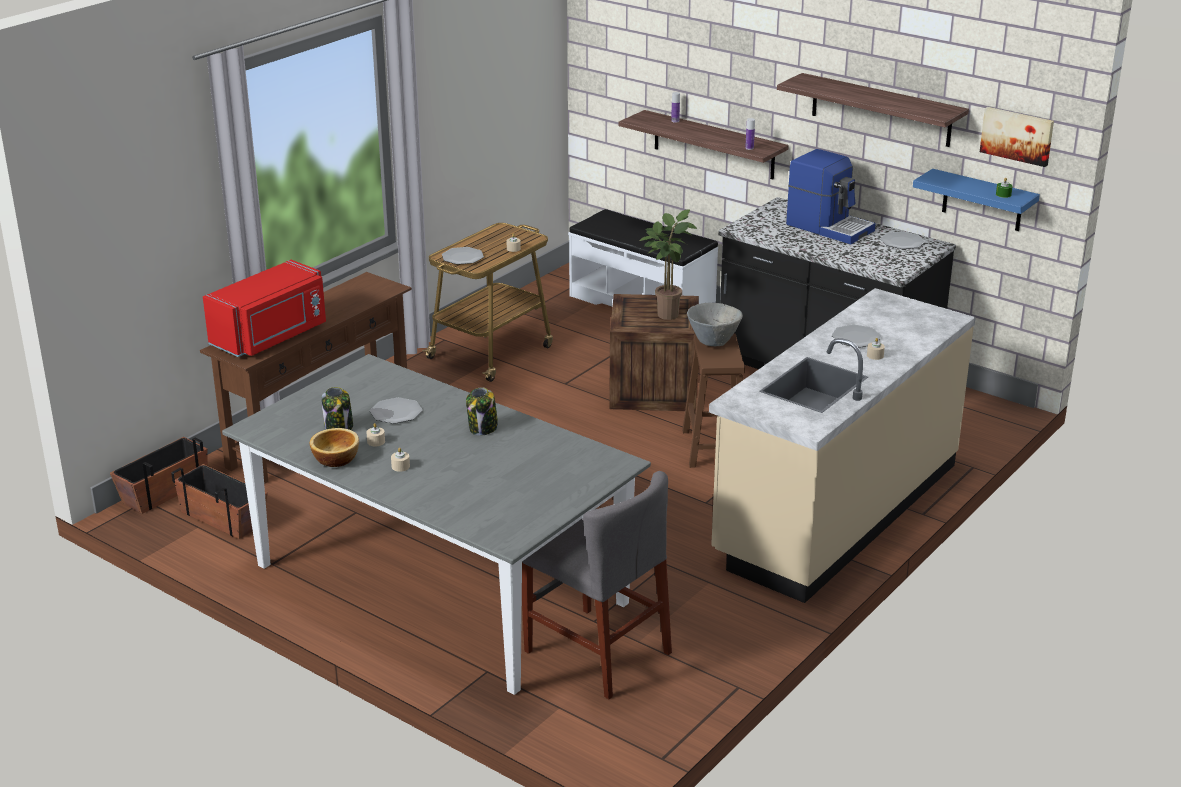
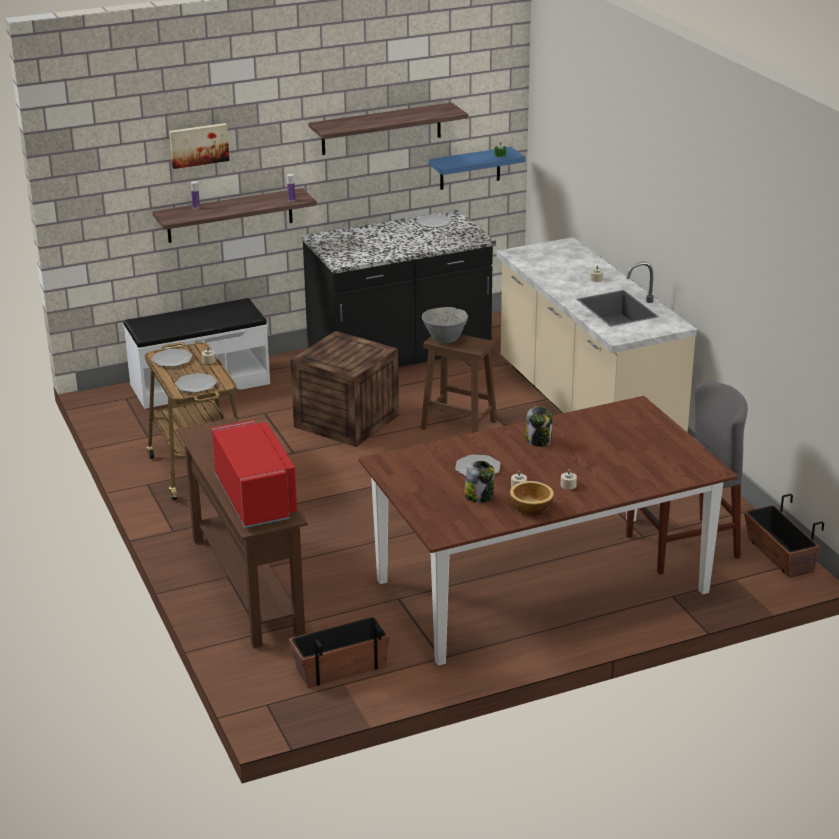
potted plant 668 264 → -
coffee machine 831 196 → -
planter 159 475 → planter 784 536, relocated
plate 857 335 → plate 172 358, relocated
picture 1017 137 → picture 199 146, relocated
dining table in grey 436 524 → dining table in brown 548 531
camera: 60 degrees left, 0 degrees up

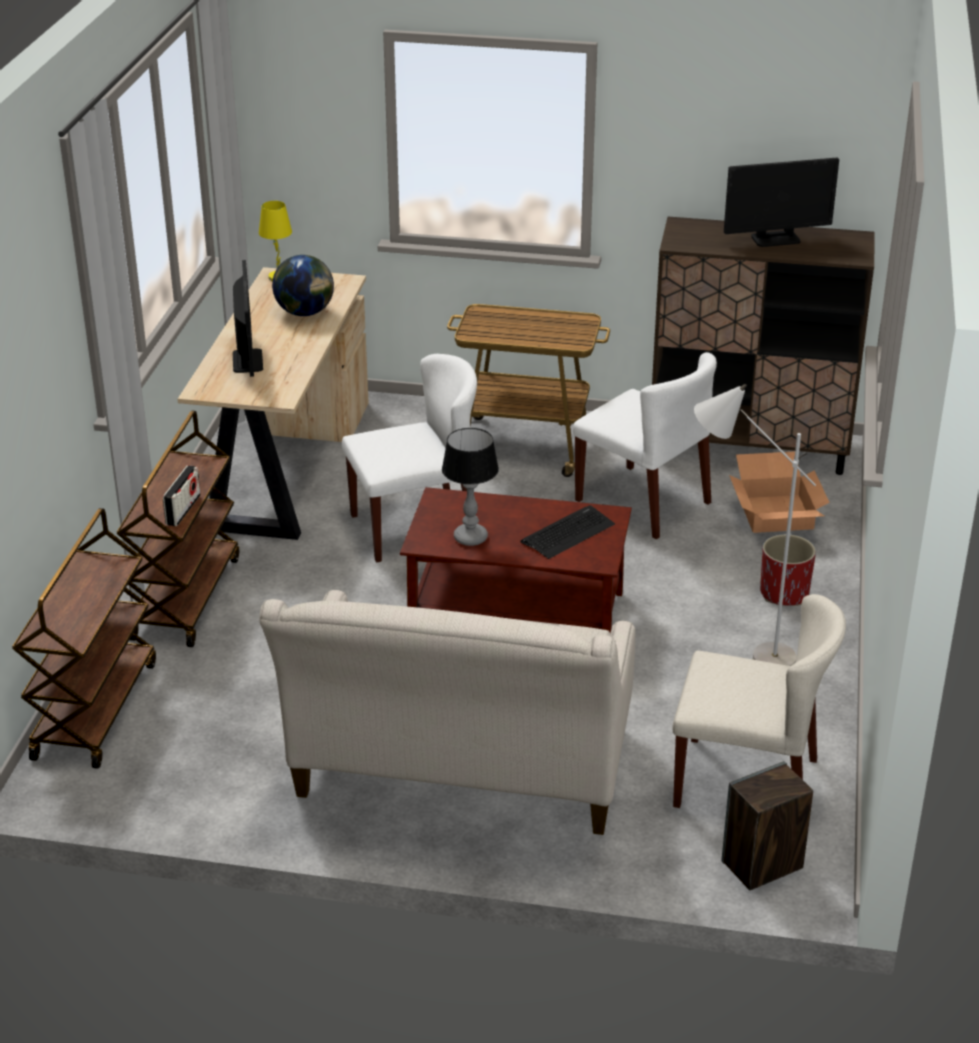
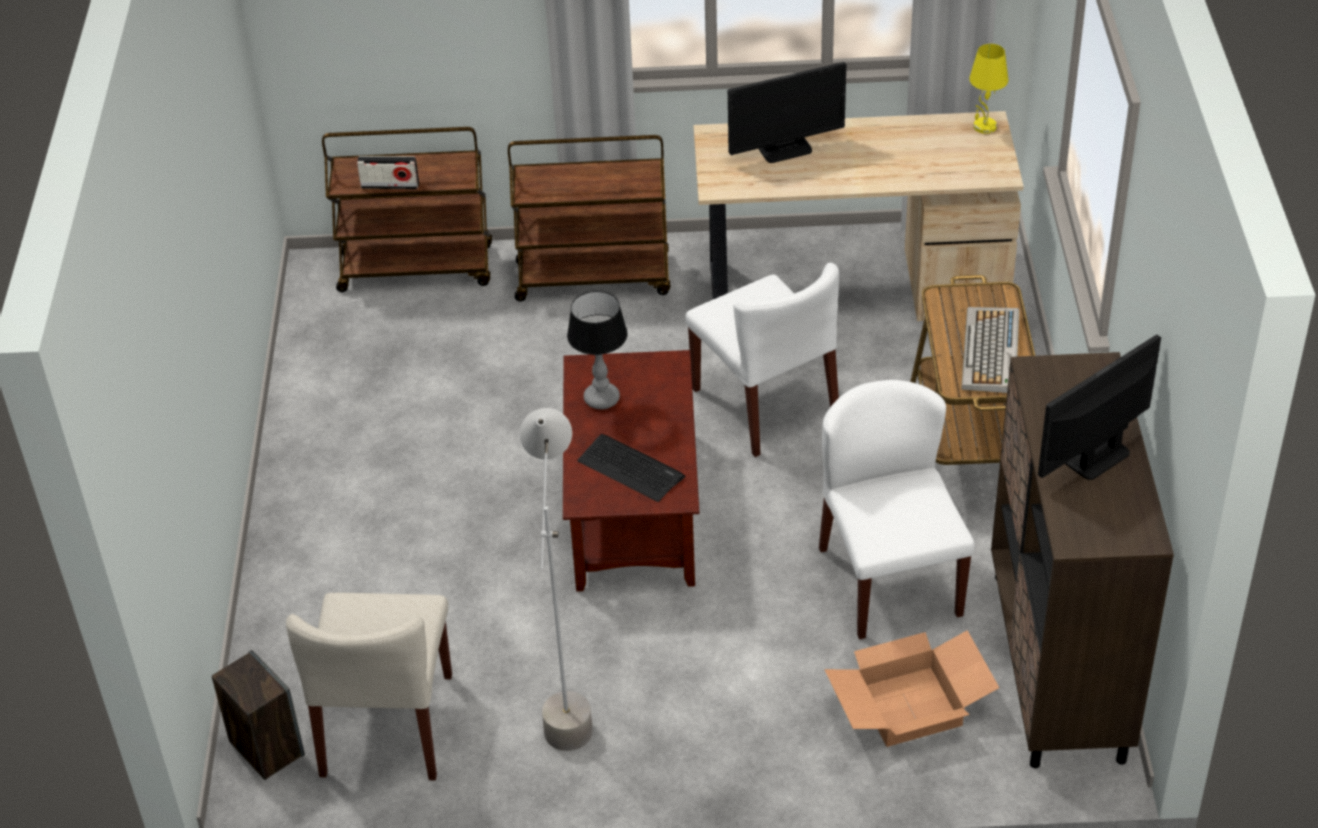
sofa in beige 447 712 → -
globe 303 285 → -
planter in red 788 570 → -
- → keyboard 990 350
radio 181 495 → radio 388 172, relocated
chair in white 645 446 → chair in white 897 509, 135 degrees clockwise
monitor 781 202 → monitor 1099 407, 75 degrees clockwise
camera: 80 degrees right, 10 degrees up

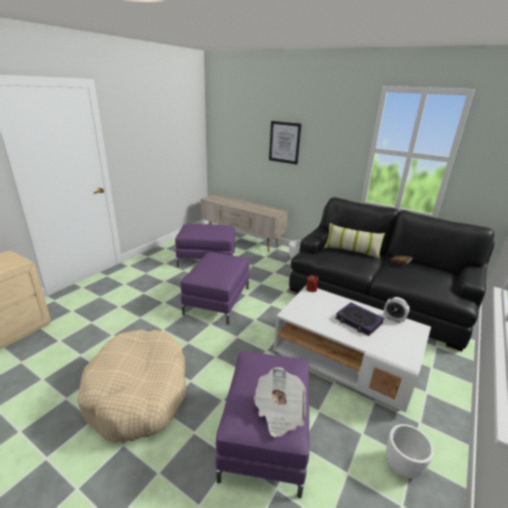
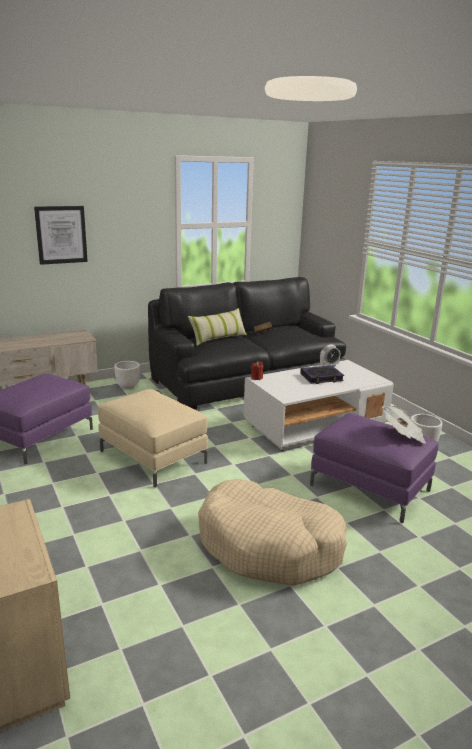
ottoman in purple 214 288 → ottoman in beige 153 438
camera: 60 degrees left, 5 degrees down

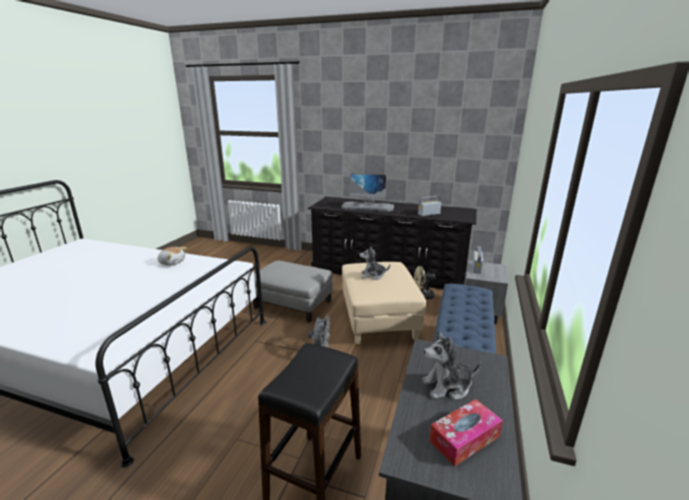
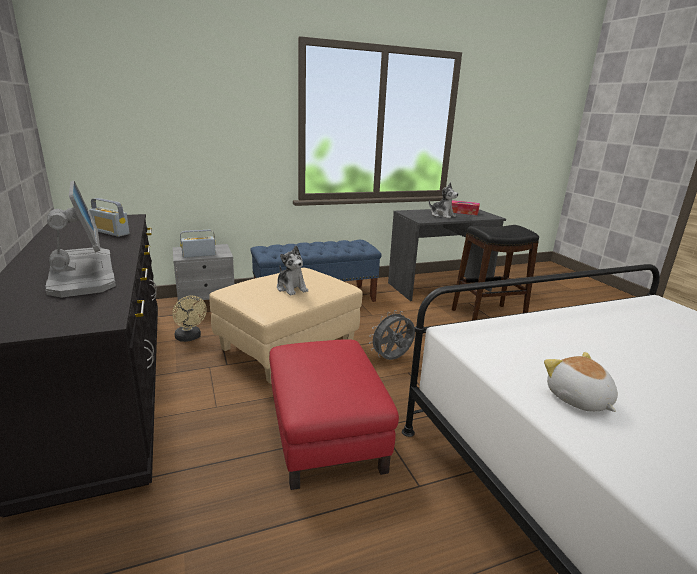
ottoman in grey 293 291 → ottoman in red 334 414
camera: 130 degrees left, 0 degrees up

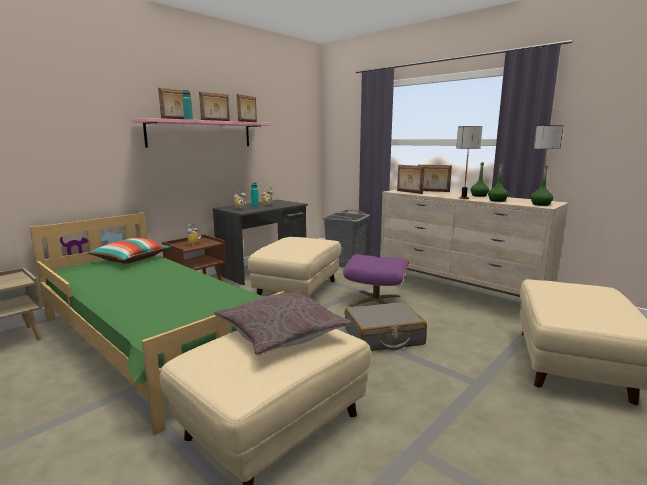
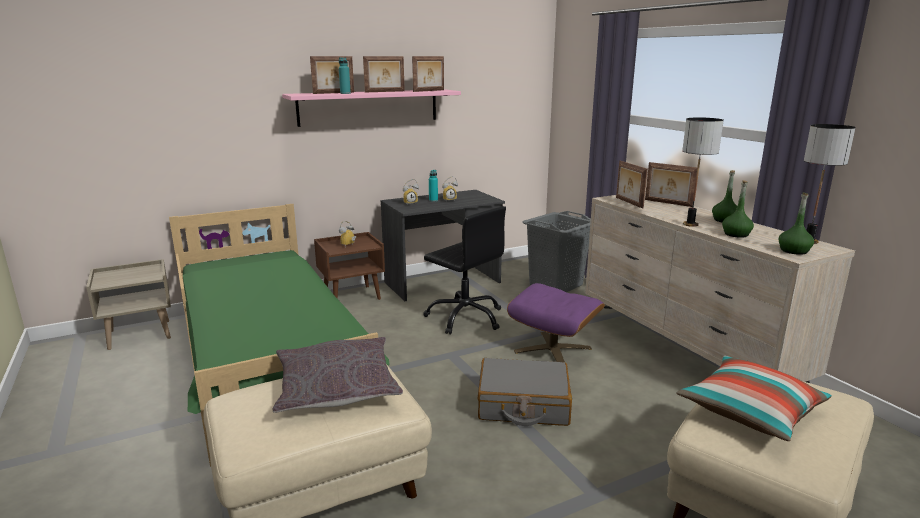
pillow 129 251 → pillow 754 398, relocated
ottoman in beige 294 267 → office chair in black 464 270
camera: 20 degrees right, 5 degrees up

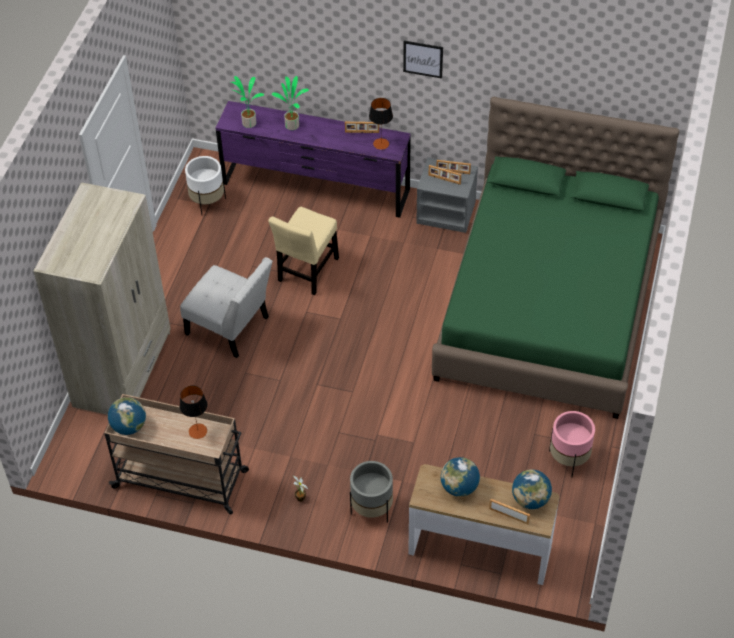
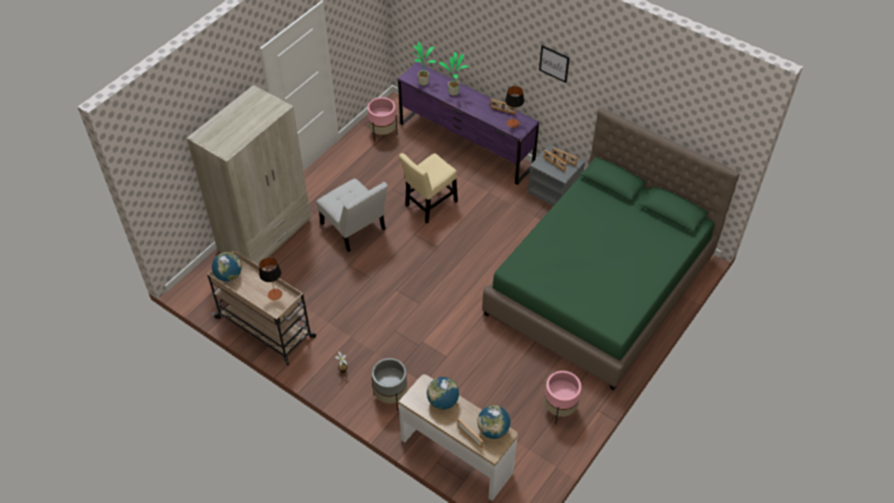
planter in white 205 185 → planter in pink 382 119
camera: 20 degrees right, 0 degrees up

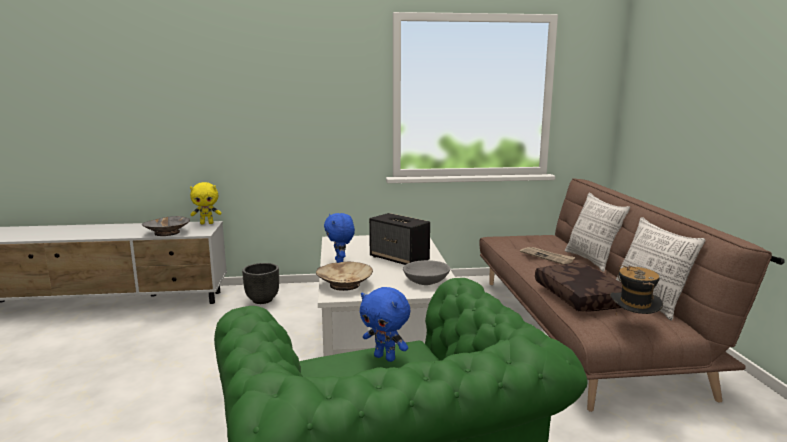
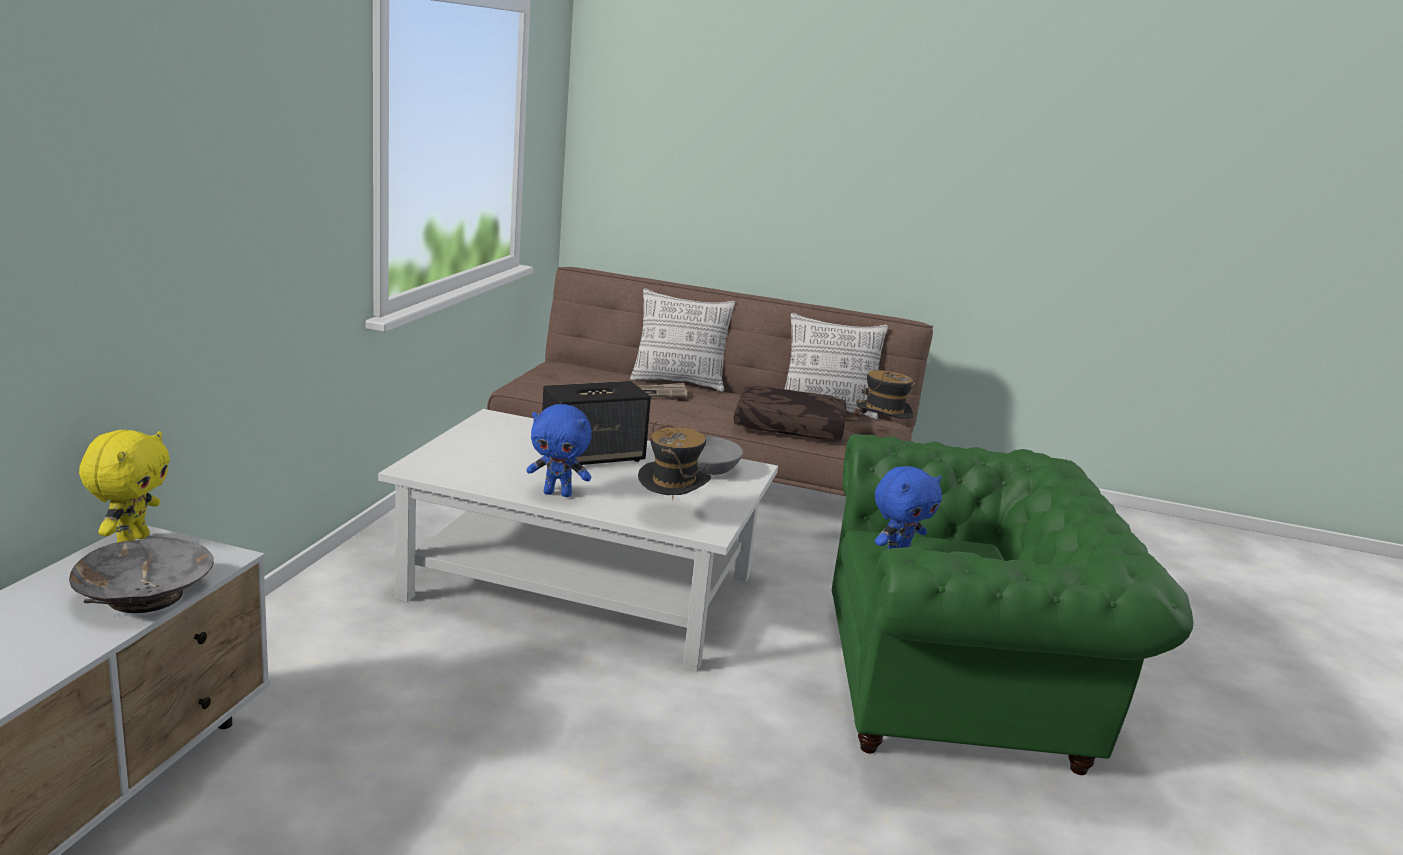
planter in black 260 283 → -
bowl in beige 344 276 → hat 674 460
camera: 70 degrees left, 5 degrees up

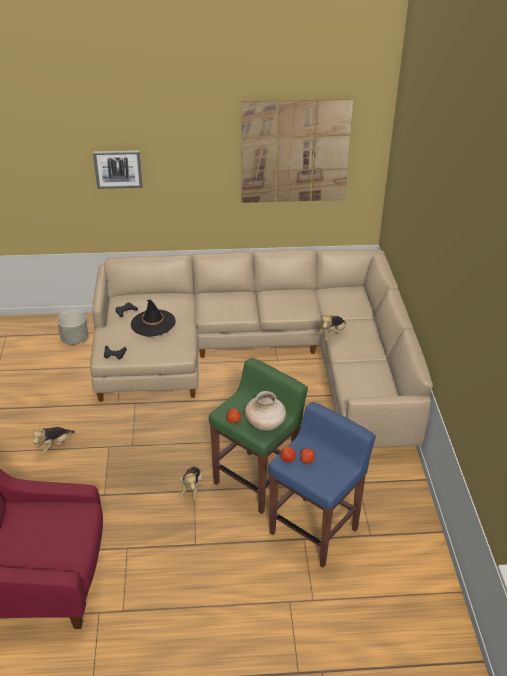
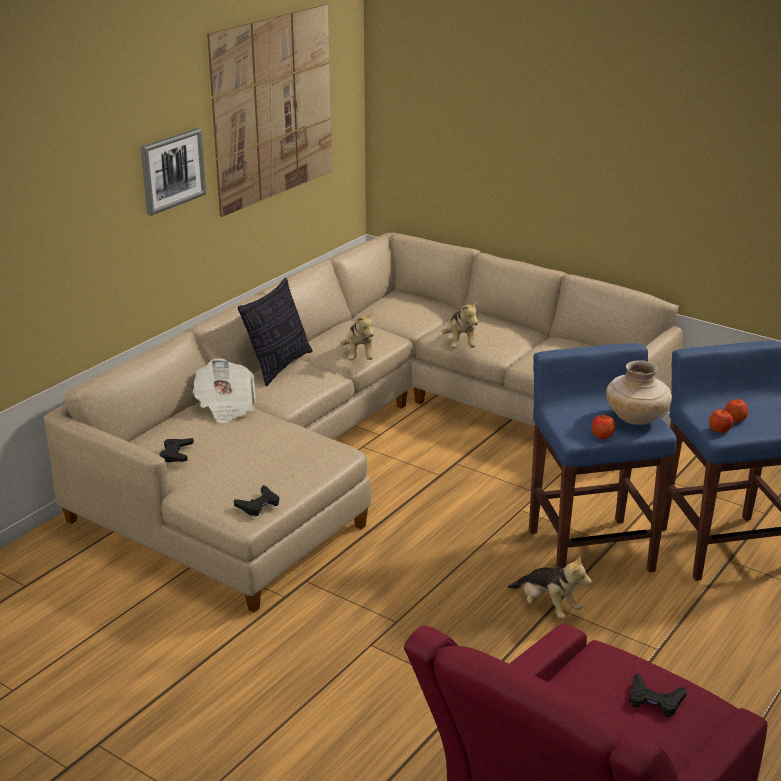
planter in grey 72 328 → -
hat in black 153 318 → -
- → newspaper 224 390
- → pillow 275 332
- → game controller in black 658 695
plush toy 52 441 → plush toy 357 335, relocated
picture 117 169 → picture 173 172, relocated
stool in green 258 436 → stool in blue 603 457
camera: 50 degrees left, 10 degrees down

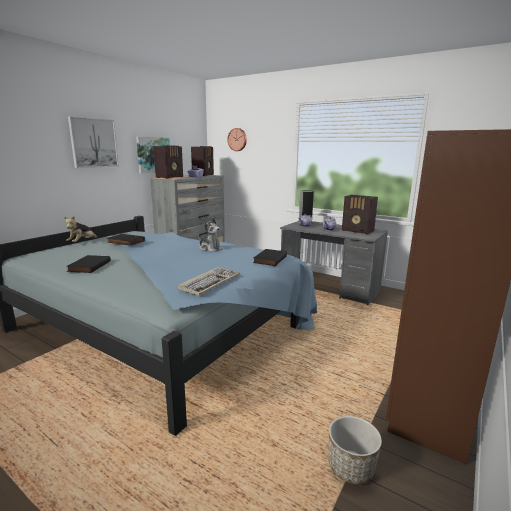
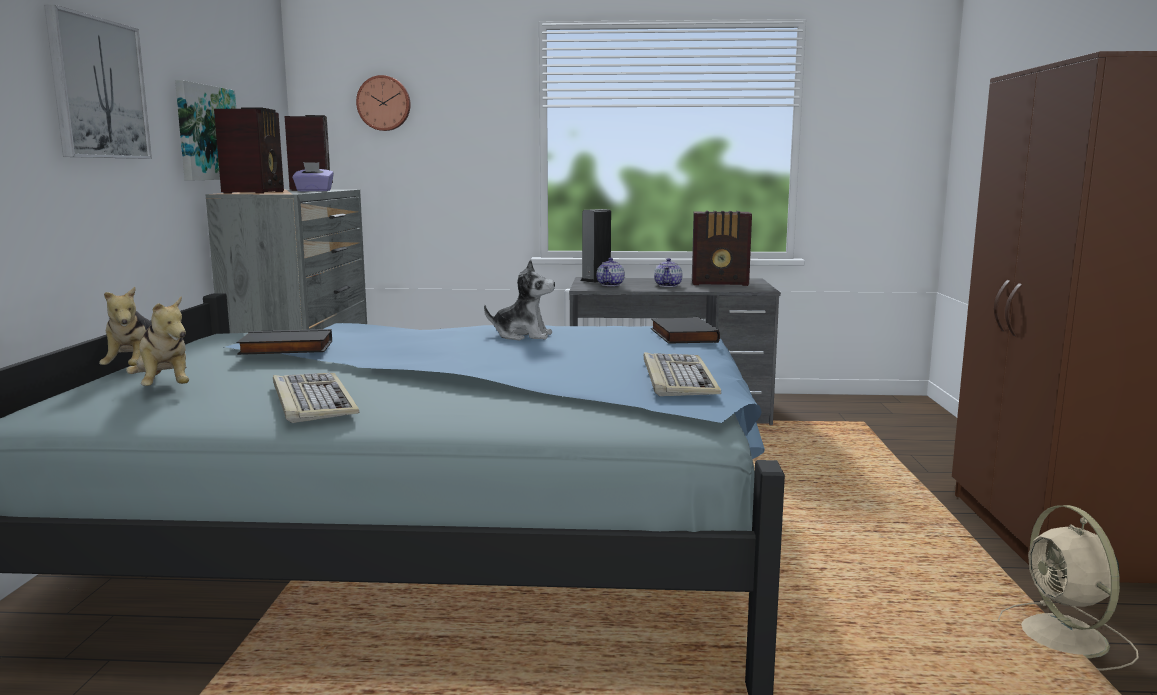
- → plush toy 157 341
book in black 88 264 → keyboard 316 398
planter 355 450 → fan in beige 1068 587
camera: 30 degrees left, 5 degrees down

